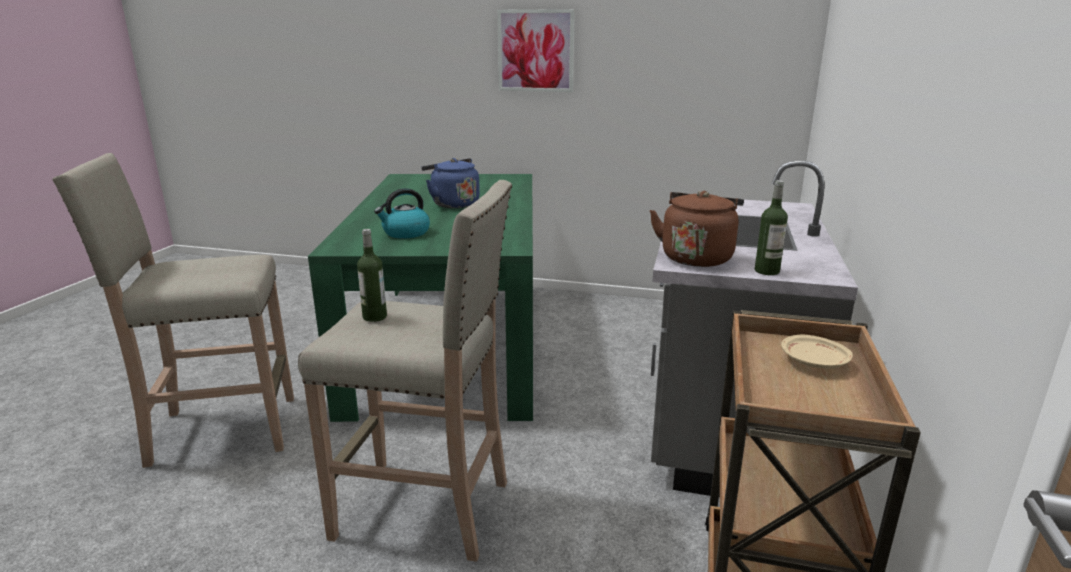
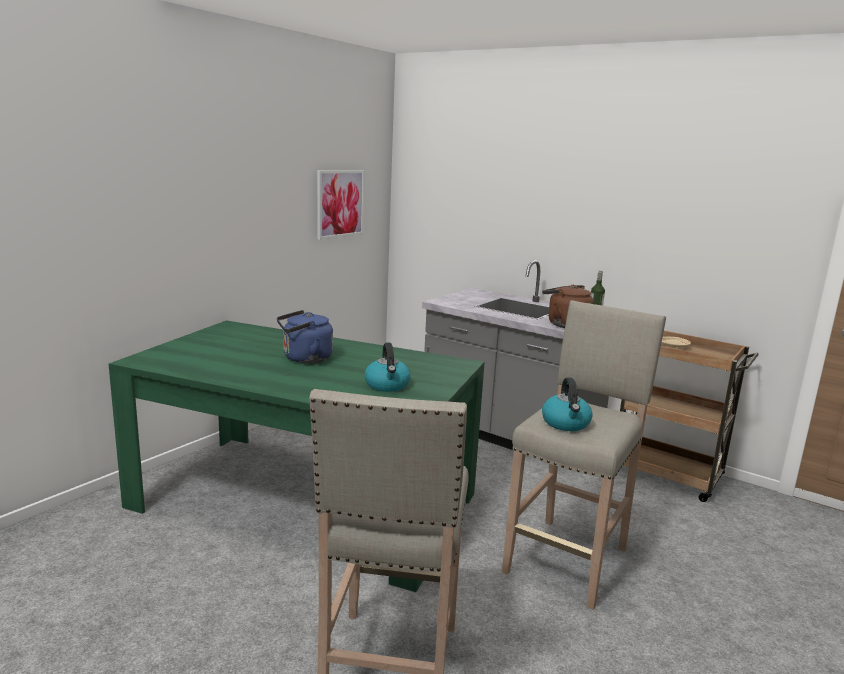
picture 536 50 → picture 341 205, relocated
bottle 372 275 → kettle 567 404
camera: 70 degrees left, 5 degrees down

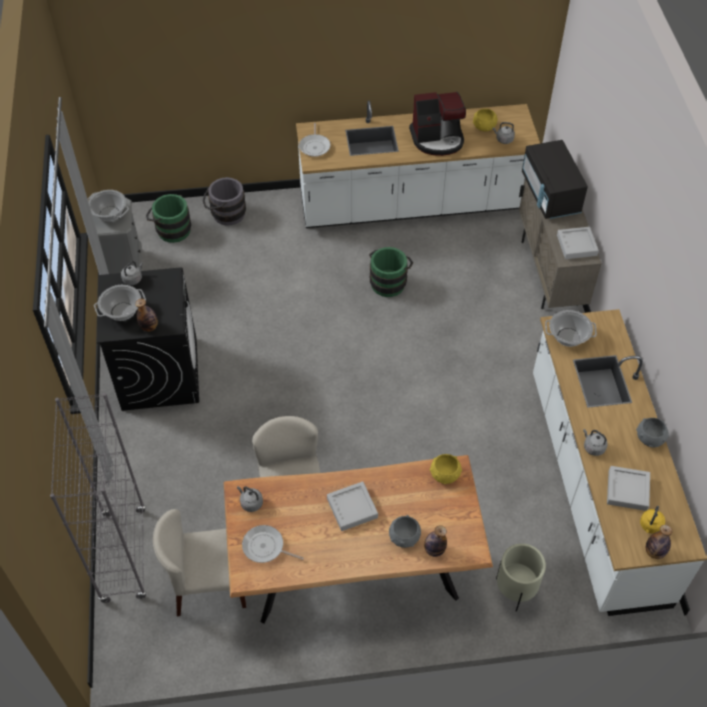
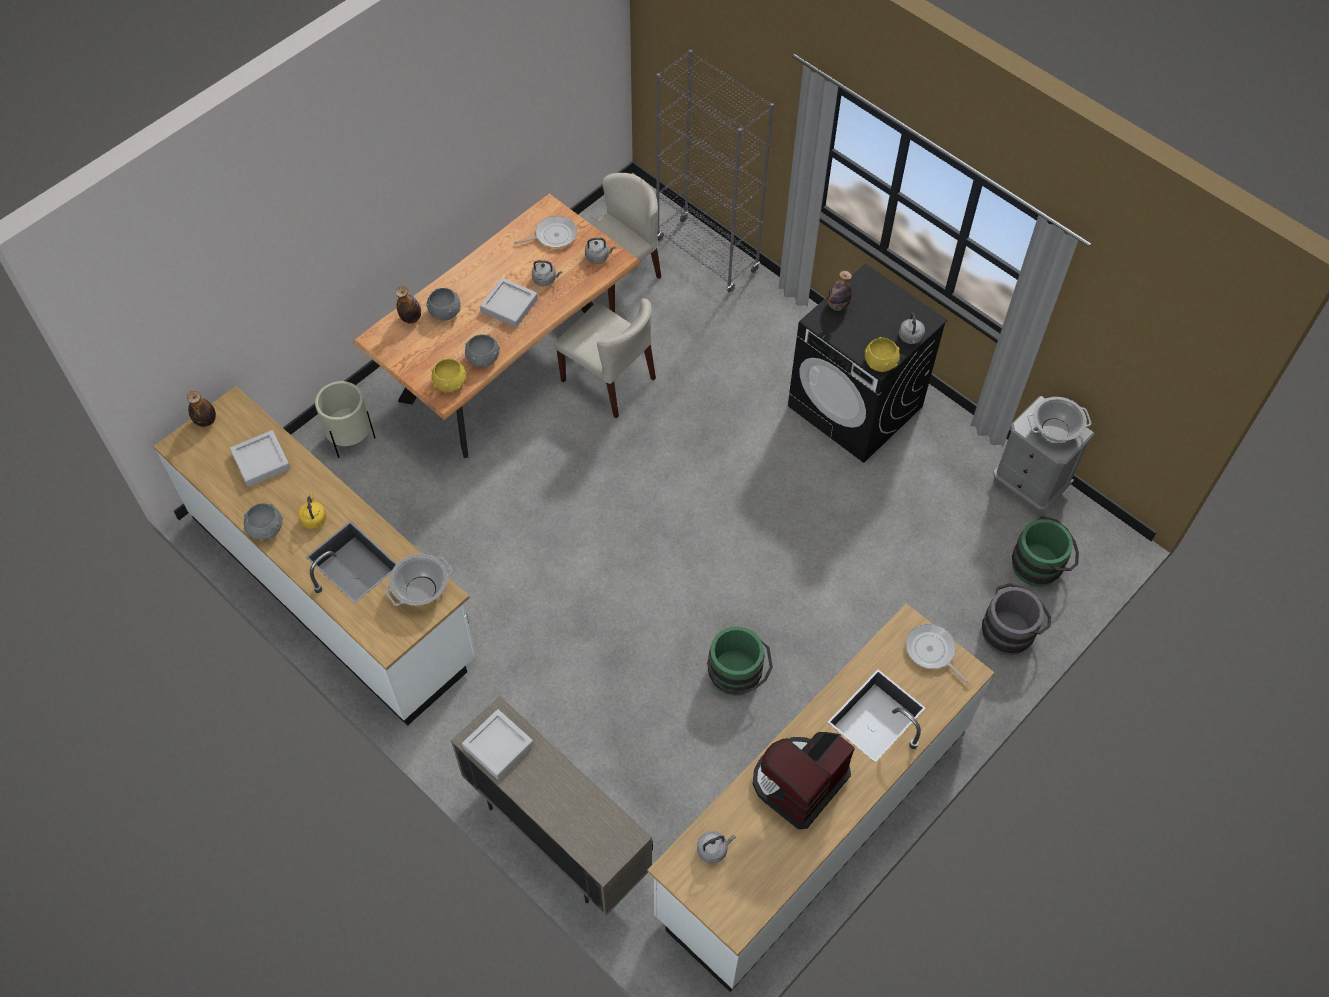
cooking pot 120 303 → -
microwave in black 555 179 → -
- → bowl in grey 482 350
bowl in yellow 485 120 → bowl in yellow 882 354, relocated
kettle in grey 595 442 → kettle in grey 547 273, relocated
kettle in yellow 652 520 → kettle in yellow 312 510, relocated
camera: 140 degrees right, 5 degrees up

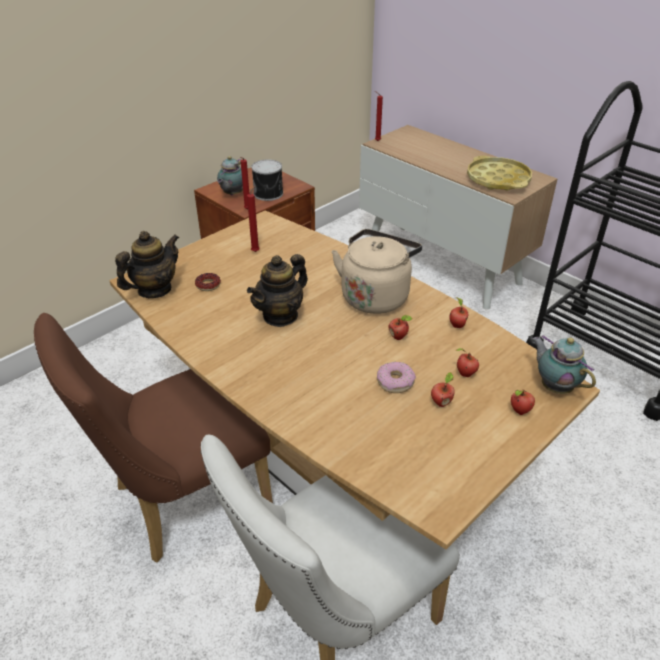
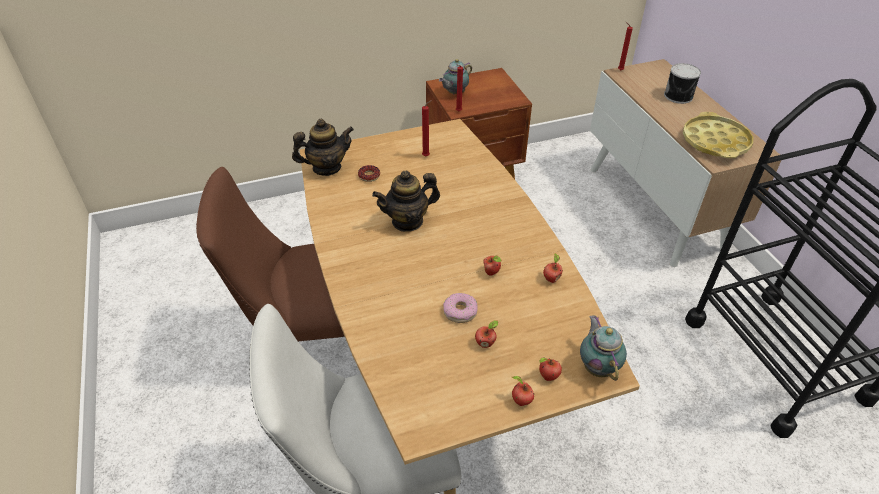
kettle in beige 377 271 → -
can 267 180 → can 682 83, relocated
apple 467 362 → apple 523 391, relocated
camera: 25 degrees right, 5 degrees up

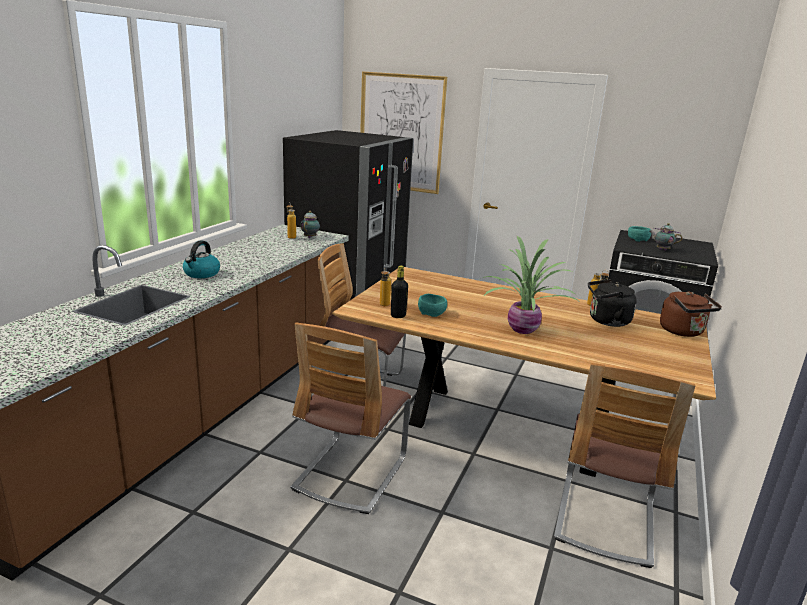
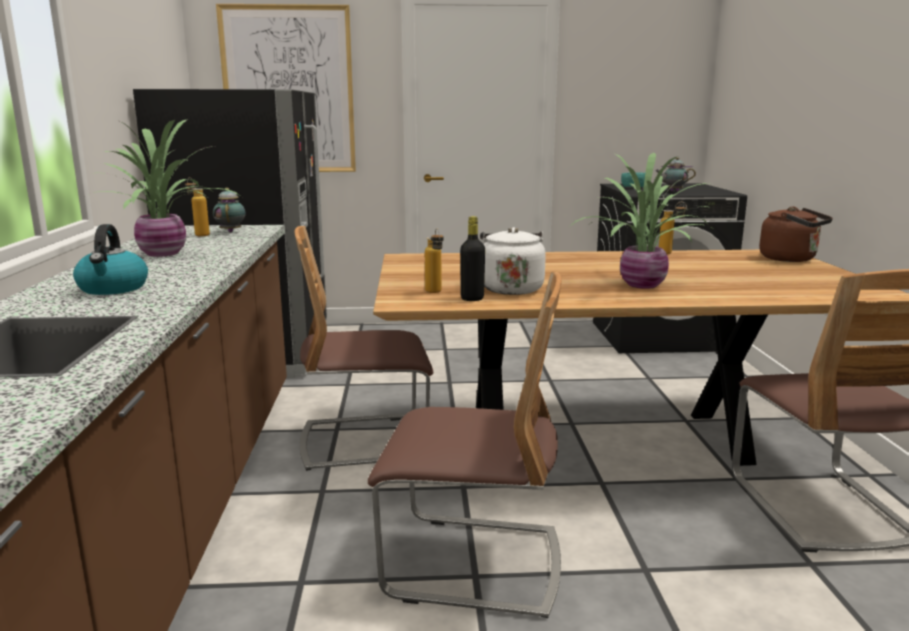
kettle in black 612 303 → -
- → potted plant 165 188
bowl in turquoise 432 305 → kettle in white 513 261
chair 351 418 → chair 465 444, 75 degrees counterclockwise
camera: 25 degrees left, 5 degrees down

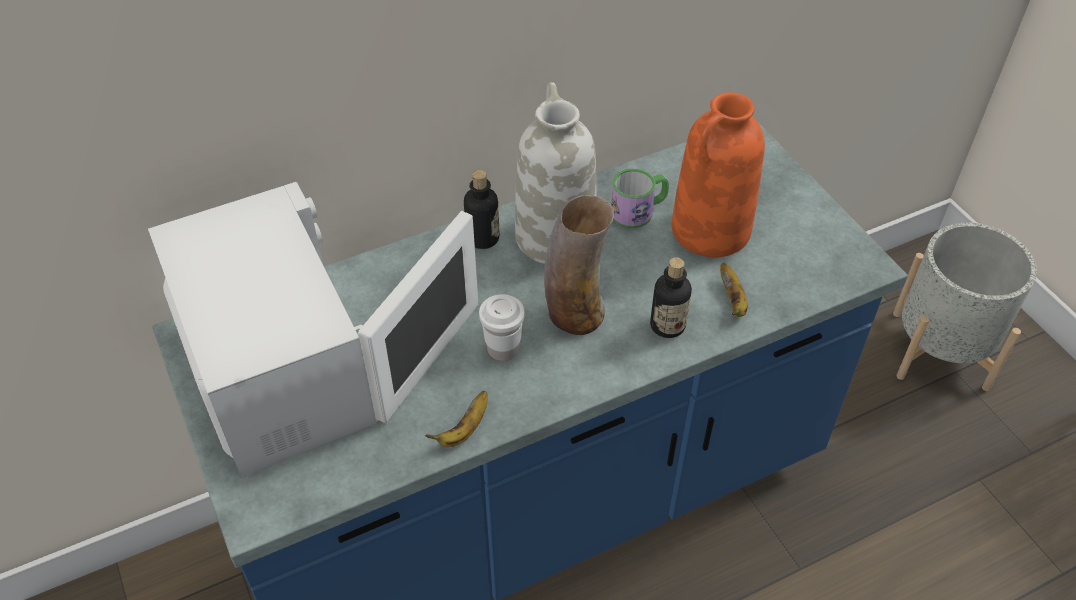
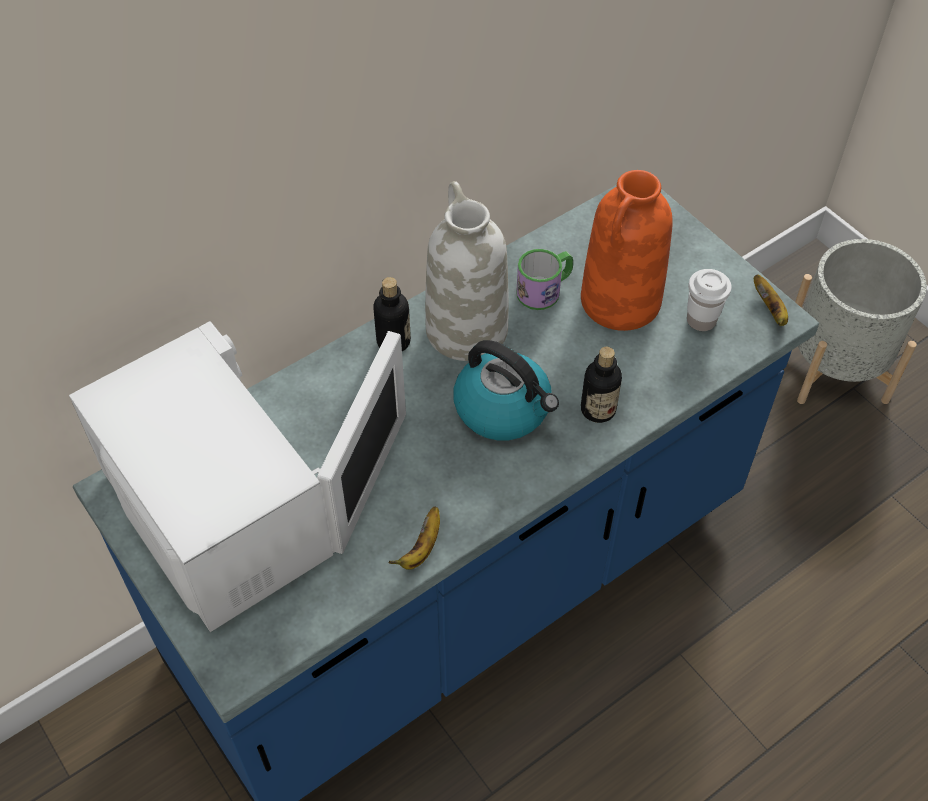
cup in white 502 327 → cup in white 709 300, relocated
banana 734 290 → banana 771 300, relocated
vase 579 265 → kettle 506 390
camera: 10 degrees left, 5 degrees up

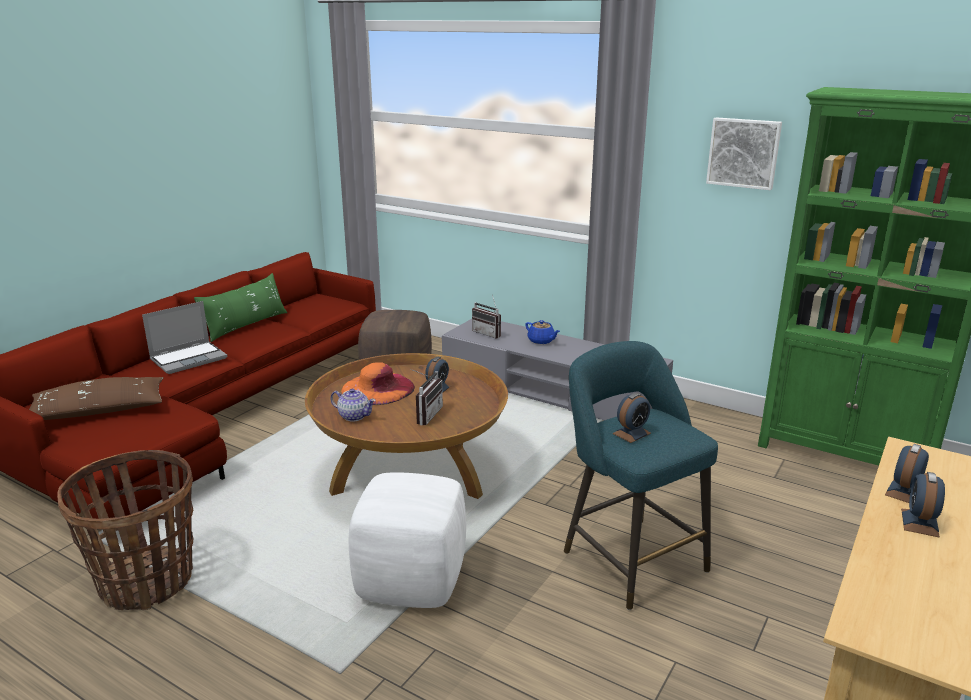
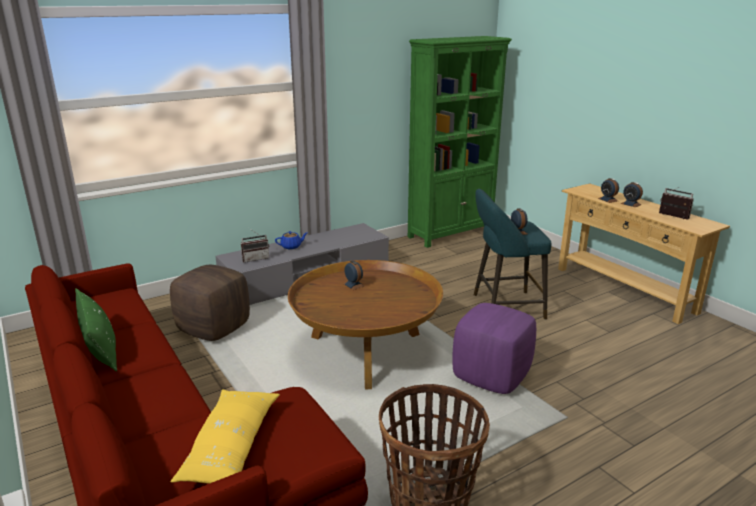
laptop 184 337 → -
teapot 353 404 → -
hat in orange 378 383 → -
picture 744 153 → -
radio 426 397 → radio 676 203, relocated
pillow in brown 96 398 → pillow in yellow 225 436
ottoman in white 407 540 → ottoman in purple 494 348
camera: 65 degrees left, 0 degrees up

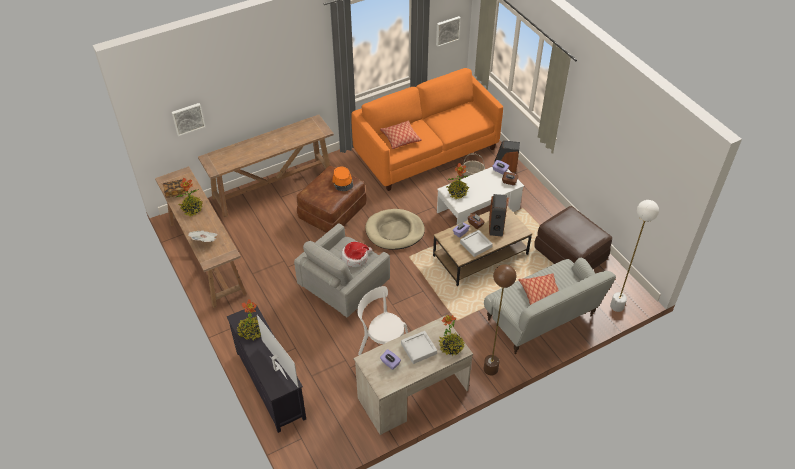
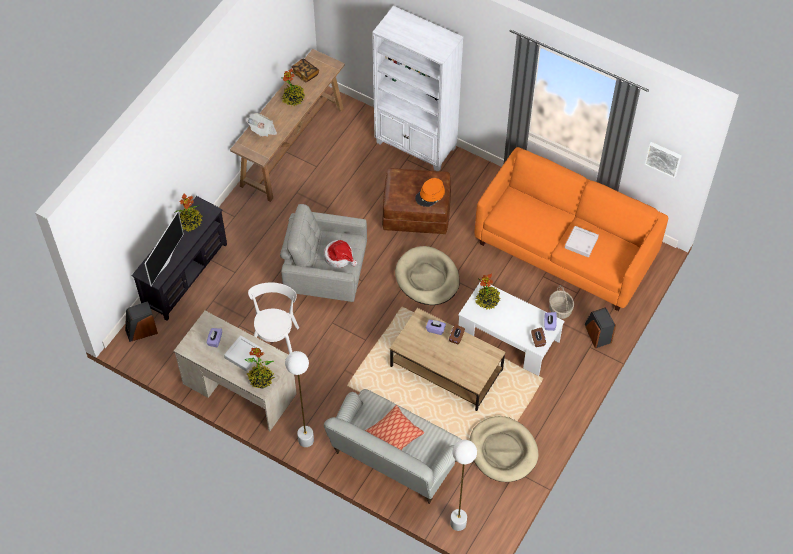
picture 188 119 → -
pillow 401 135 → -
tray in grey 476 243 → tray in grey 582 241, relocated
speaker 498 215 → speaker 141 321, relocated
console table in brown 266 166 → bookcase in white 417 88
ottoman in brown 573 237 → dog bed in beige 504 449
floor lamp in brown 500 319 → floor lamp in white 299 399
camera: 60 degrees right, 10 degrees up

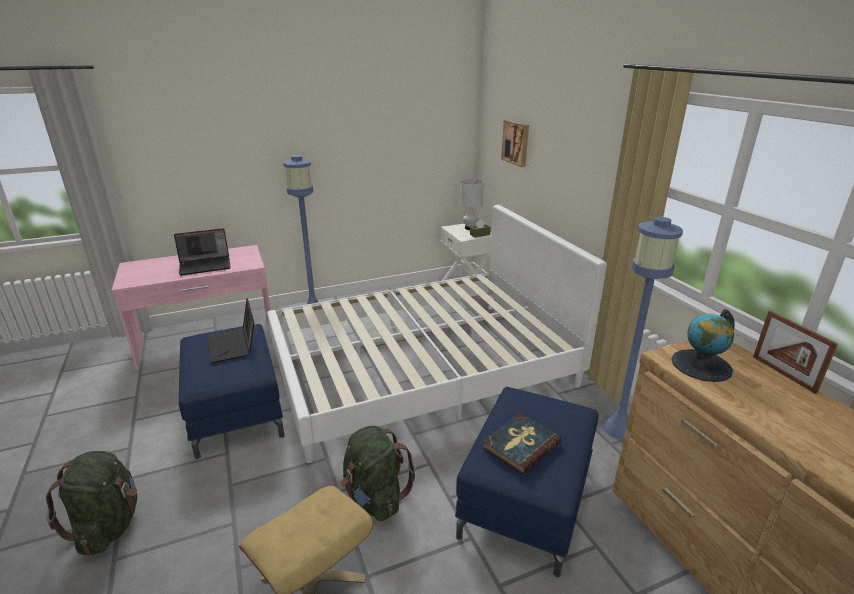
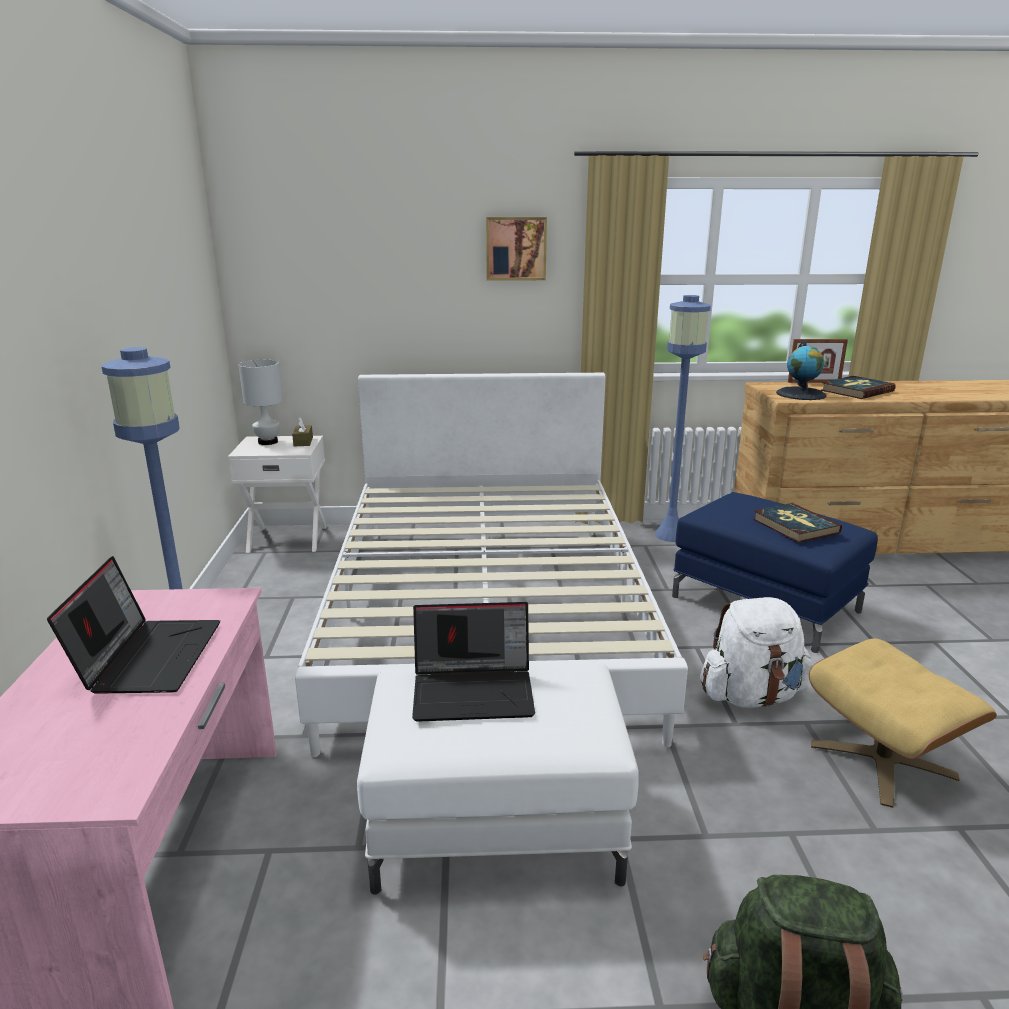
- → book 858 387
picture 515 143 → picture 516 249, relocated
ottoman in blue 232 391 → ottoman in white 498 778
backpack in green 378 474 → backpack in white 756 652
camera: 70 degrees left, 5 degrees down

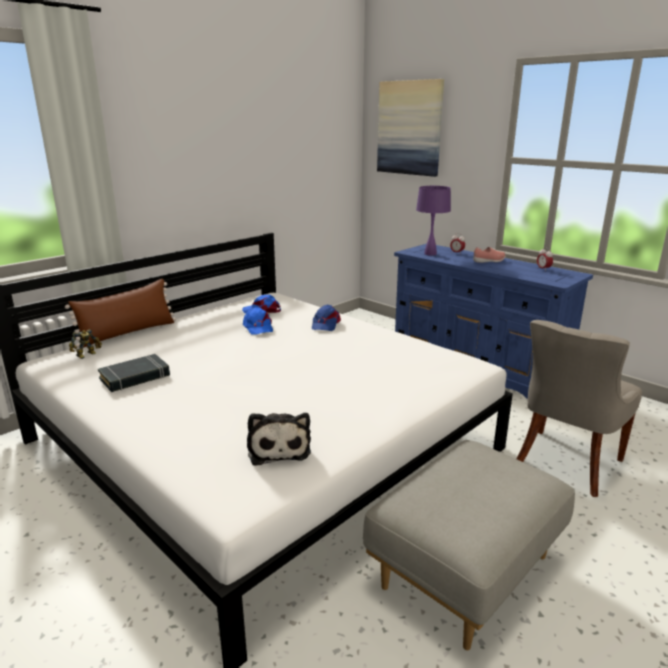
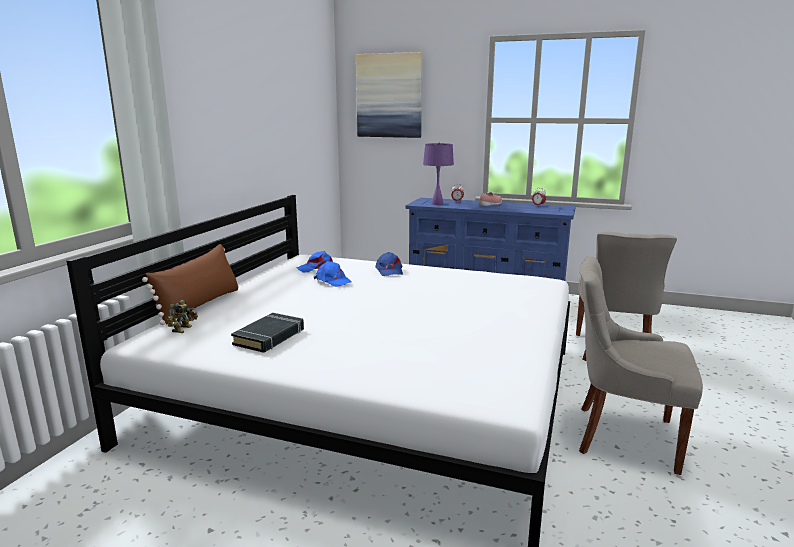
plush toy 279 439 → -
ottoman in grey 469 545 → chair in grey 641 365
camera: 25 degrees left, 5 degrees down

